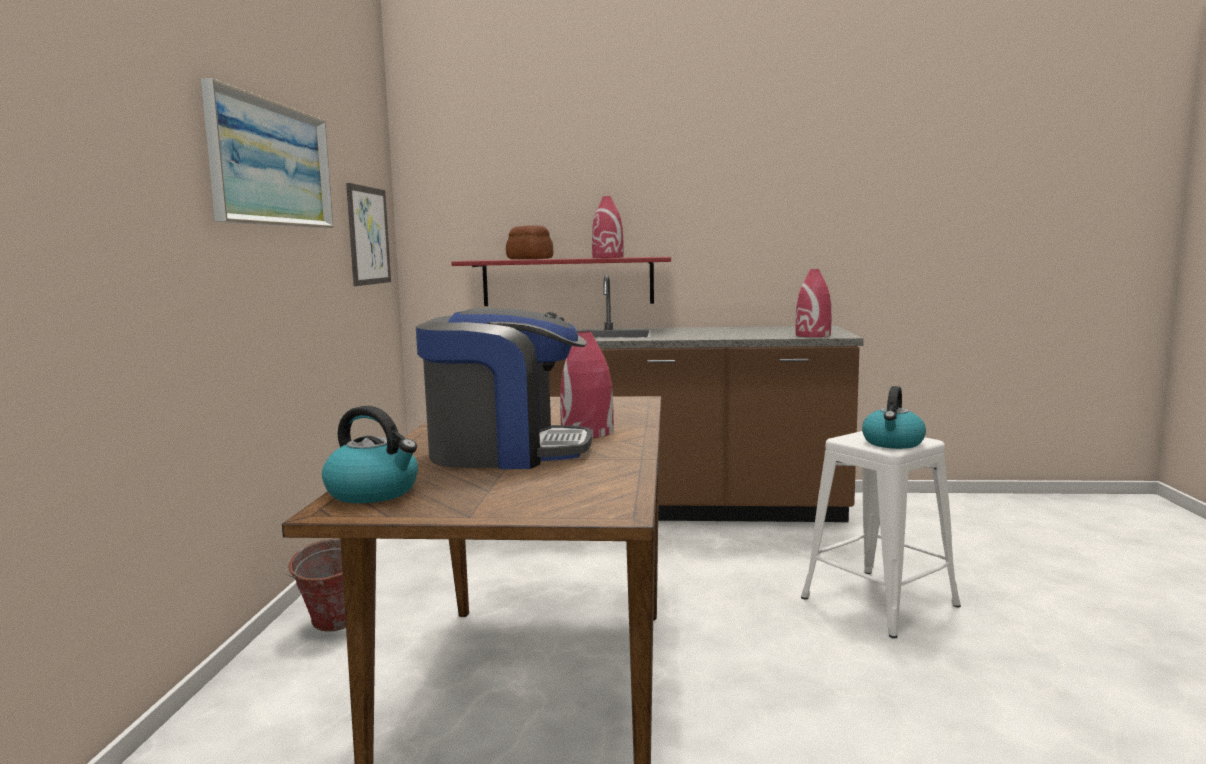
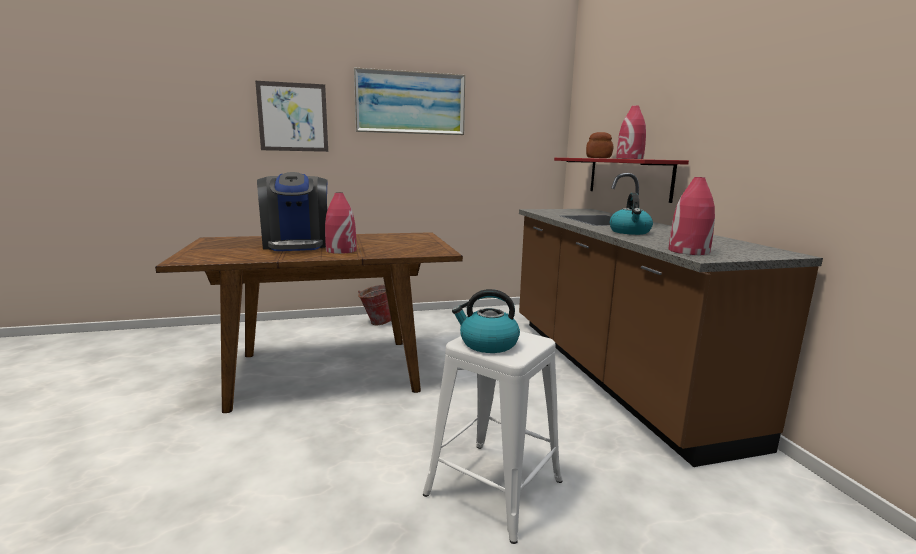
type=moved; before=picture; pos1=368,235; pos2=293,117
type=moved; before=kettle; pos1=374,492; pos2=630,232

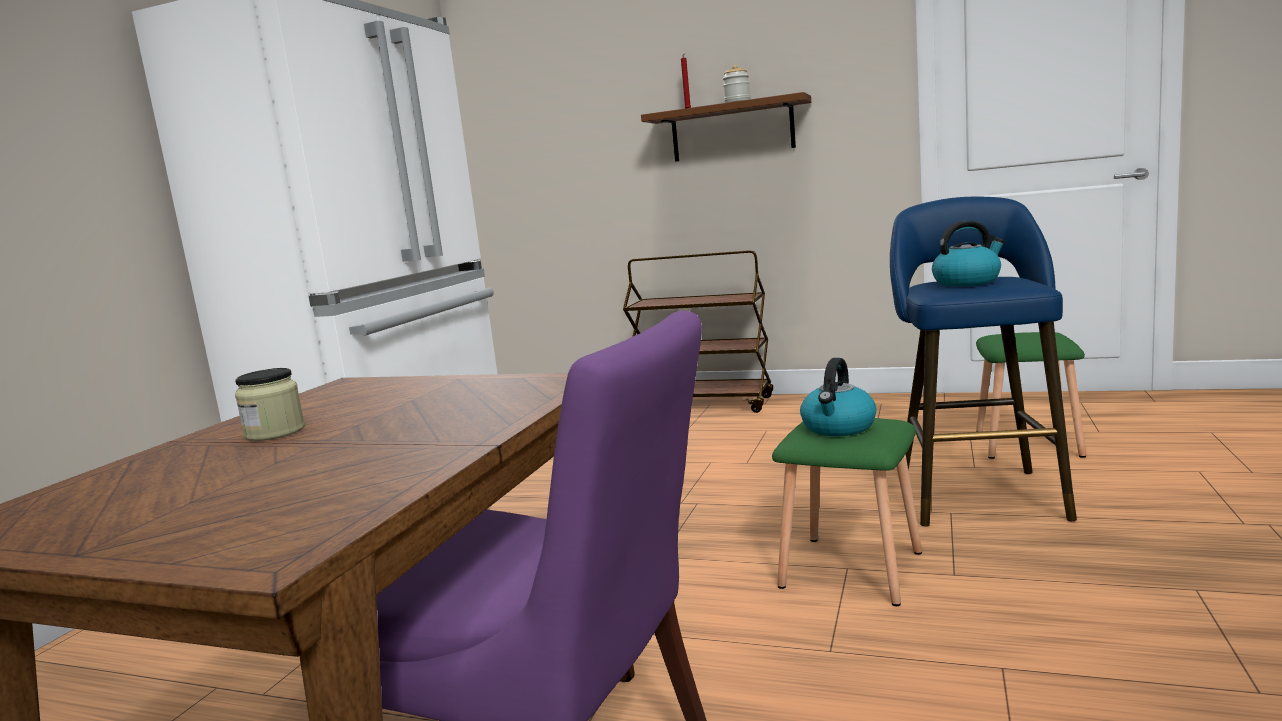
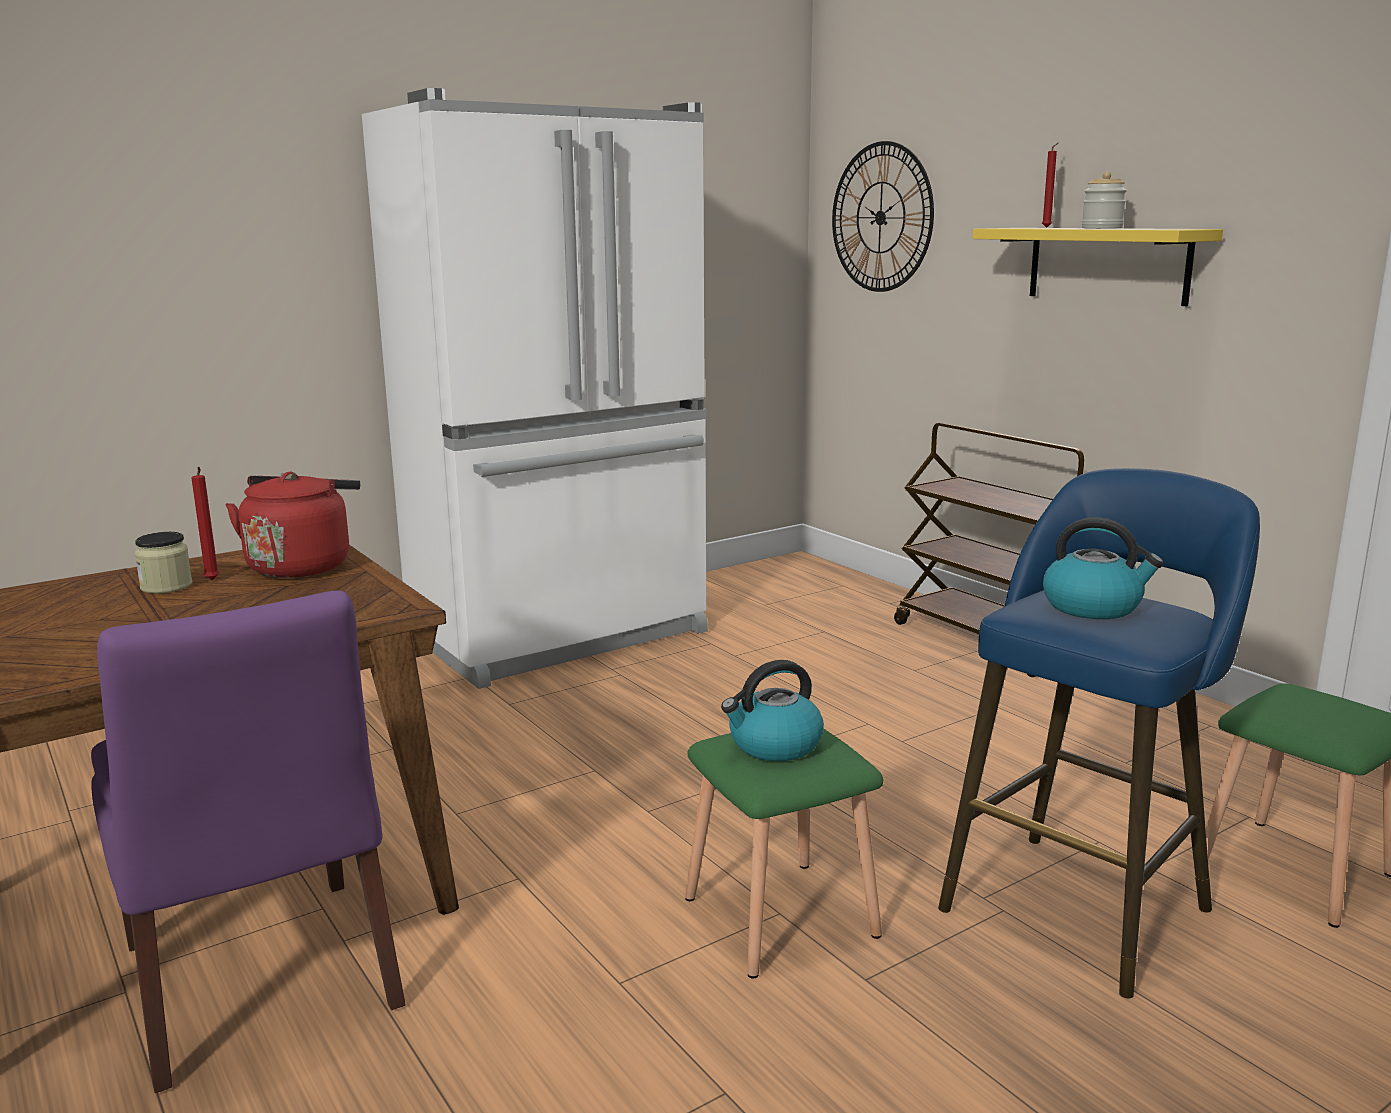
type=recoloured; before=shelf/brown; after=shelf/yellow; pos1=732,130; pos2=1107,264
type=added; after=wall clock; pos2=881,217
type=added; after=candle/red; pos2=212,581
type=added; after=kettle/red; pos2=302,566

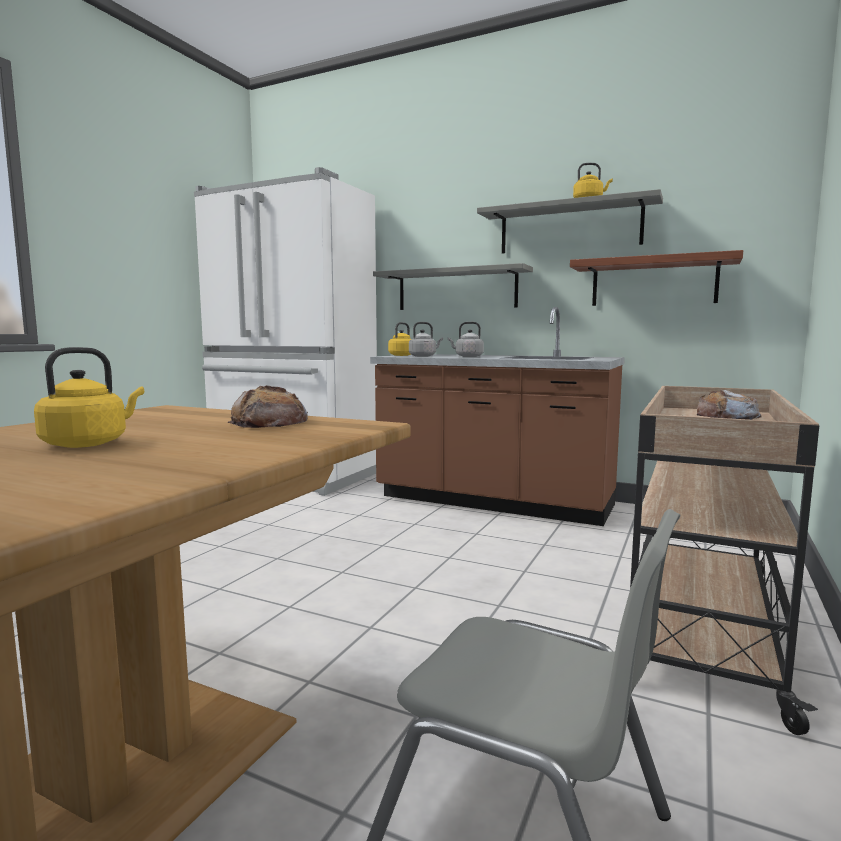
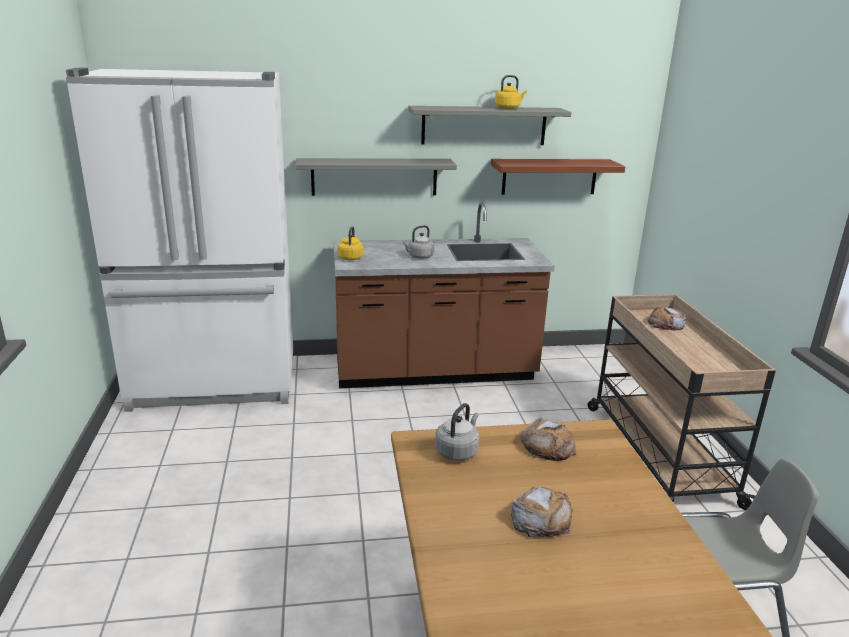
type=moved; before=kettle/grey; pos1=424,356; pos2=457,451
type=replaced; before=kettle/yellow; after=bread; pos1=89,443; pos2=541,518

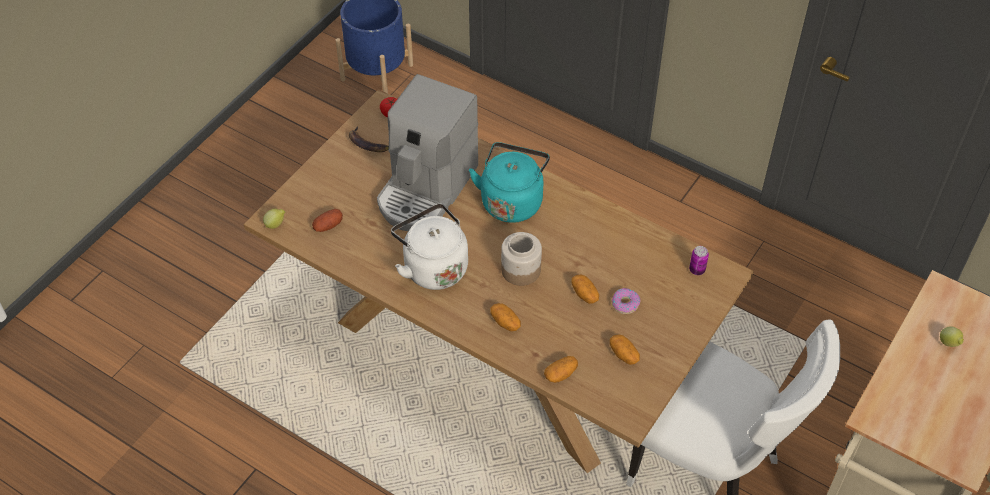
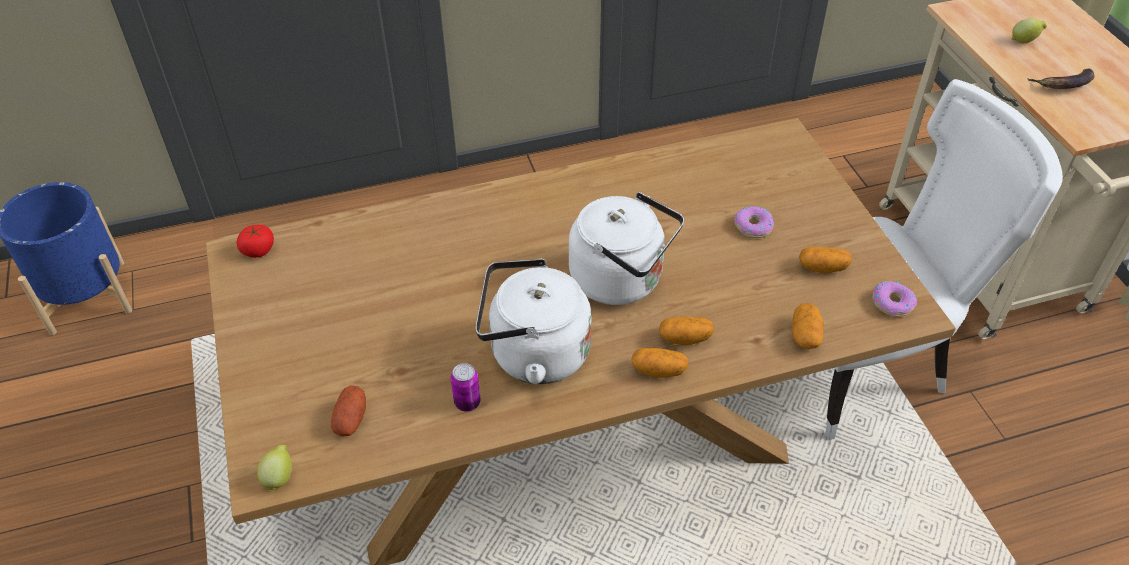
type=removed; before=coffee machine; pos1=426,189
type=moved; before=banana; pos1=367,144; pos2=1064,84
type=removed; before=kettle/turquoise; pos1=512,200
type=replaced; before=jar; after=kettle/white; pos1=520,270; pos2=622,280
type=moved; before=can; pos1=697,270; pos2=467,403
type=moved; before=potato; pos1=585,294; pos2=659,370
type=added; after=donut; pos2=892,303

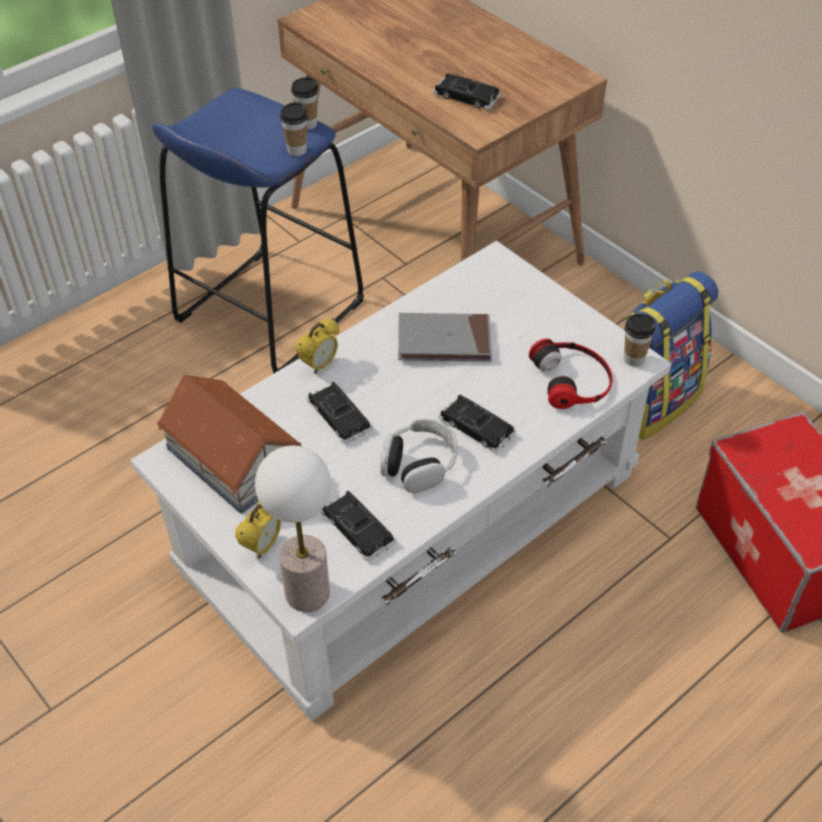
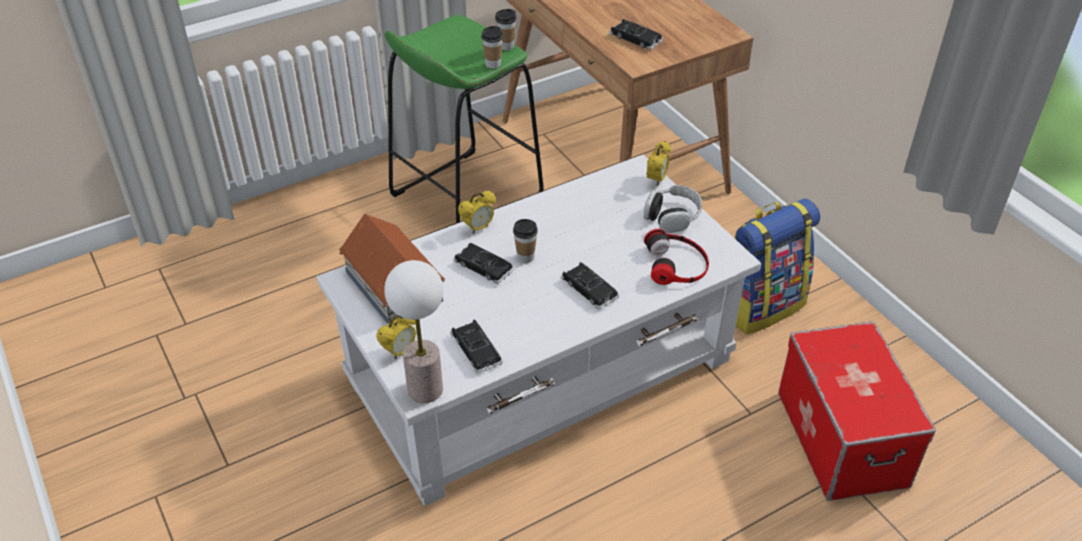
type=recoloured; before=stool/blue; after=stool/green; pos1=269,311; pos2=466,197
type=removed; before=book/grey; pos1=444,341
type=moved; before=cup; pos1=634,359; pos2=525,257
type=turned; before=toy car/black; pos1=339,416; pos2=483,267; turn=150
type=moved; before=headphones; pos1=419,464; pos2=672,216
type=added; after=alarm clock; pos2=656,180

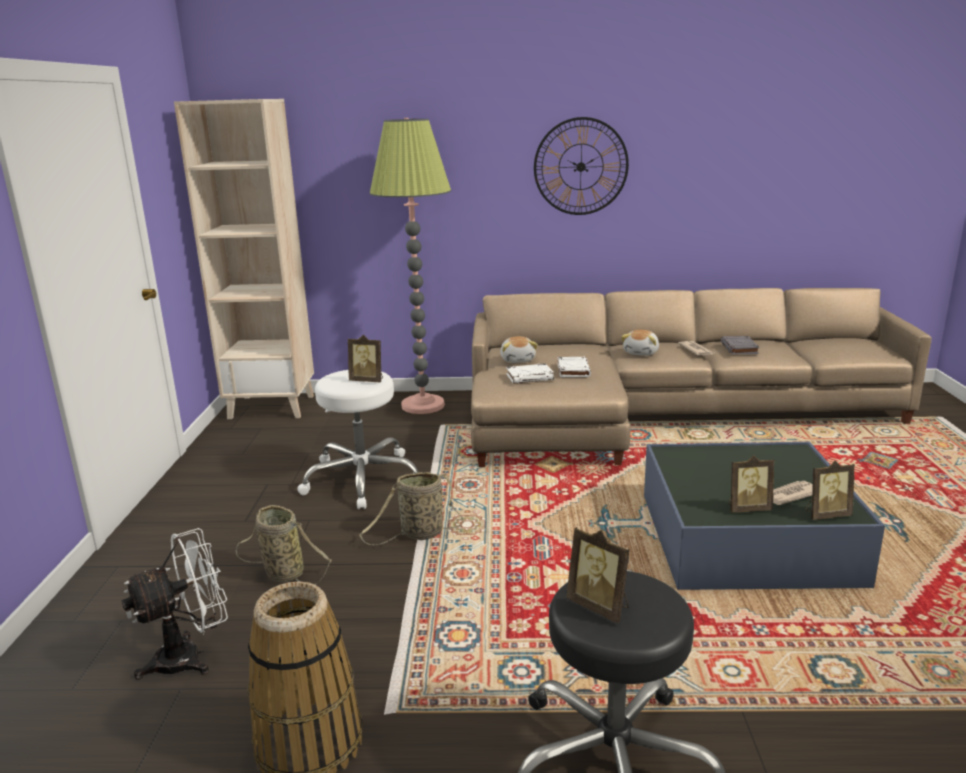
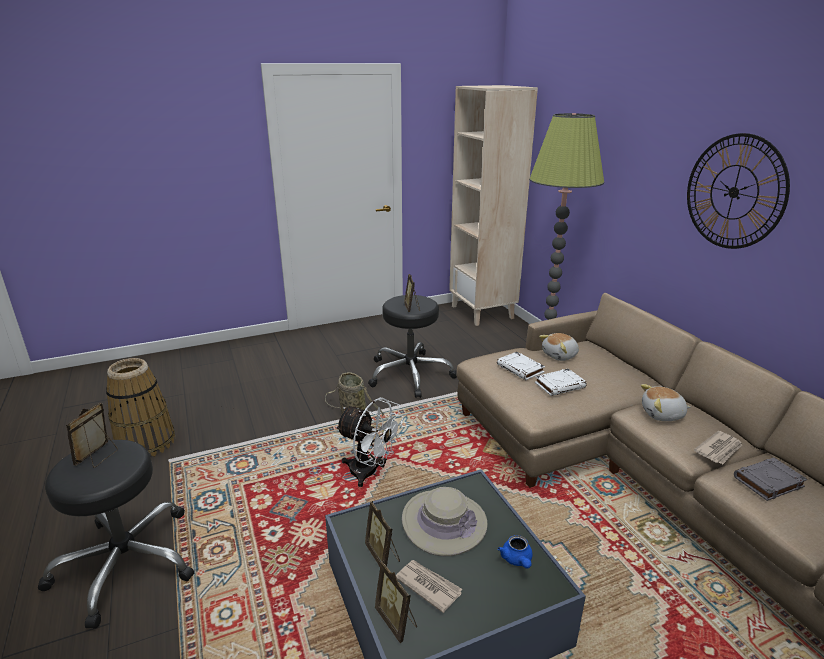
type=recoloured; before=stool/white; after=stool/black; pos1=362,479; pos2=409,374
type=removed; before=basket; pos1=282,572
type=moved; before=fan/white; pos1=190,656; pos2=369,473
type=added; after=hat/beige; pos2=444,522
type=added; after=teapot/blue; pos2=517,560

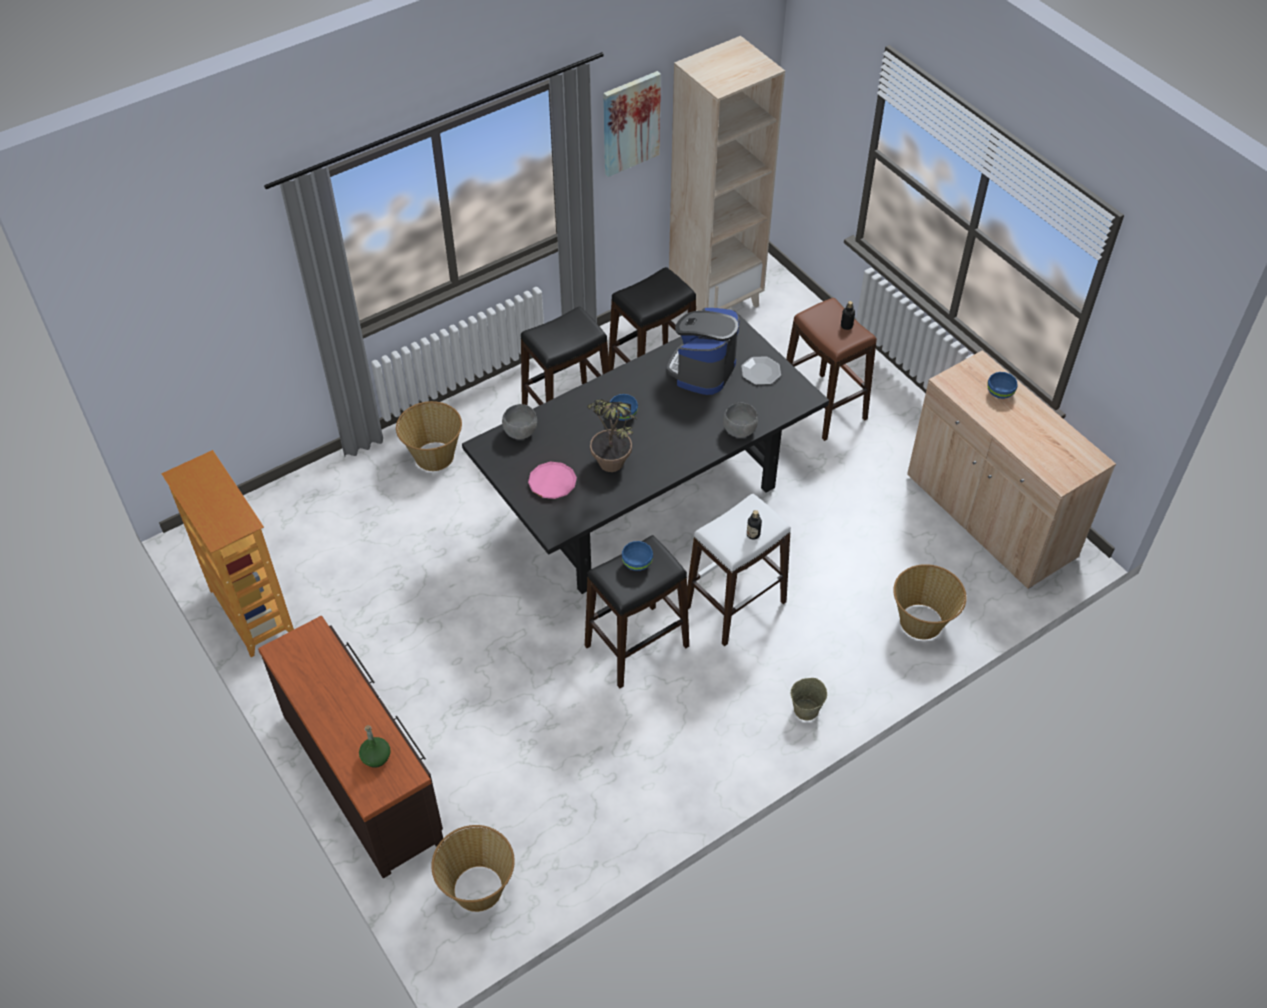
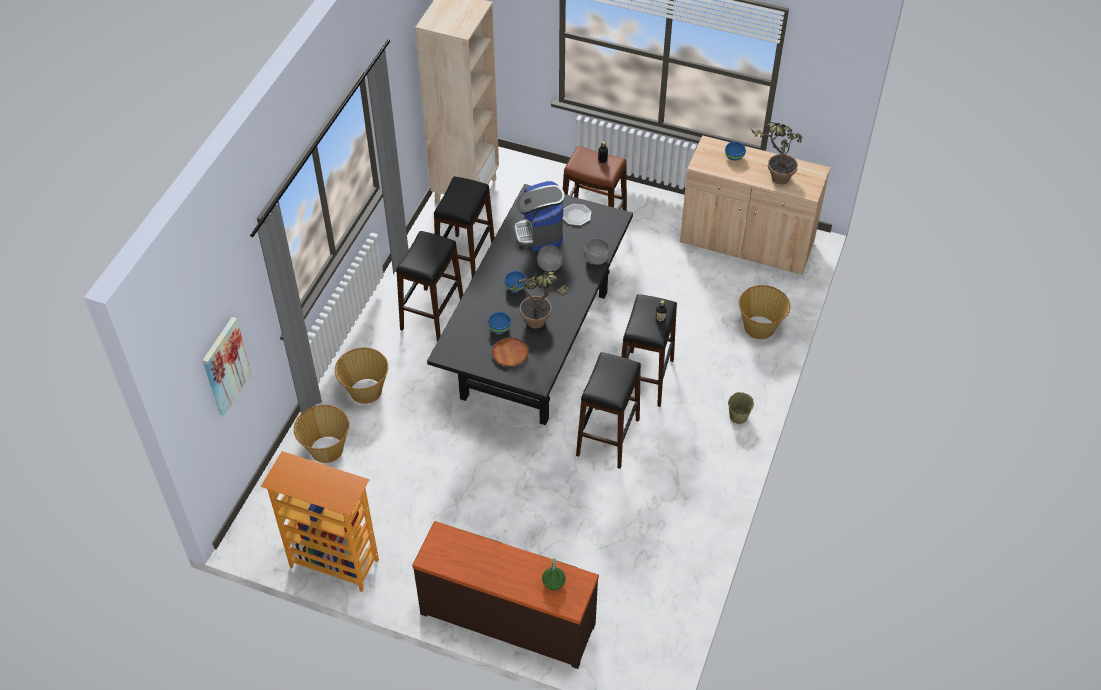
type=moved; before=picture; pos1=630,123; pos2=225,366
type=moved; before=bowl/grey; pos1=520,431; pos2=549,266
type=recoloured; before=plate/pink; after=plate/brown; pos1=552,483; pos2=510,353
type=recoloured; before=stool/white; after=stool/black; pos1=735,605; pos2=645,378
type=moved; before=bowl/blue; pos1=636,563; pos2=499,328
type=moved; before=basket; pos1=477,887; pos2=326,449
type=added; after=potted plant; pos2=773,179

